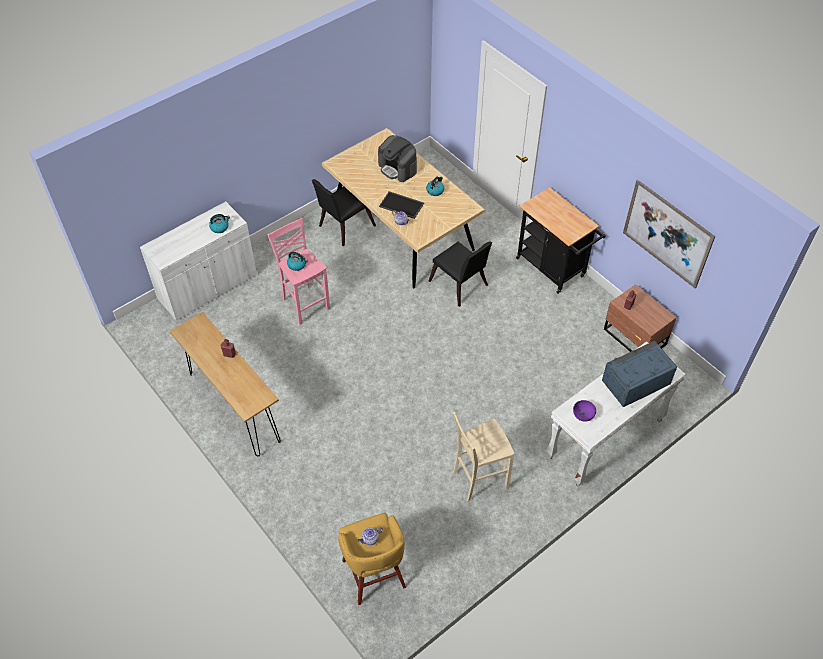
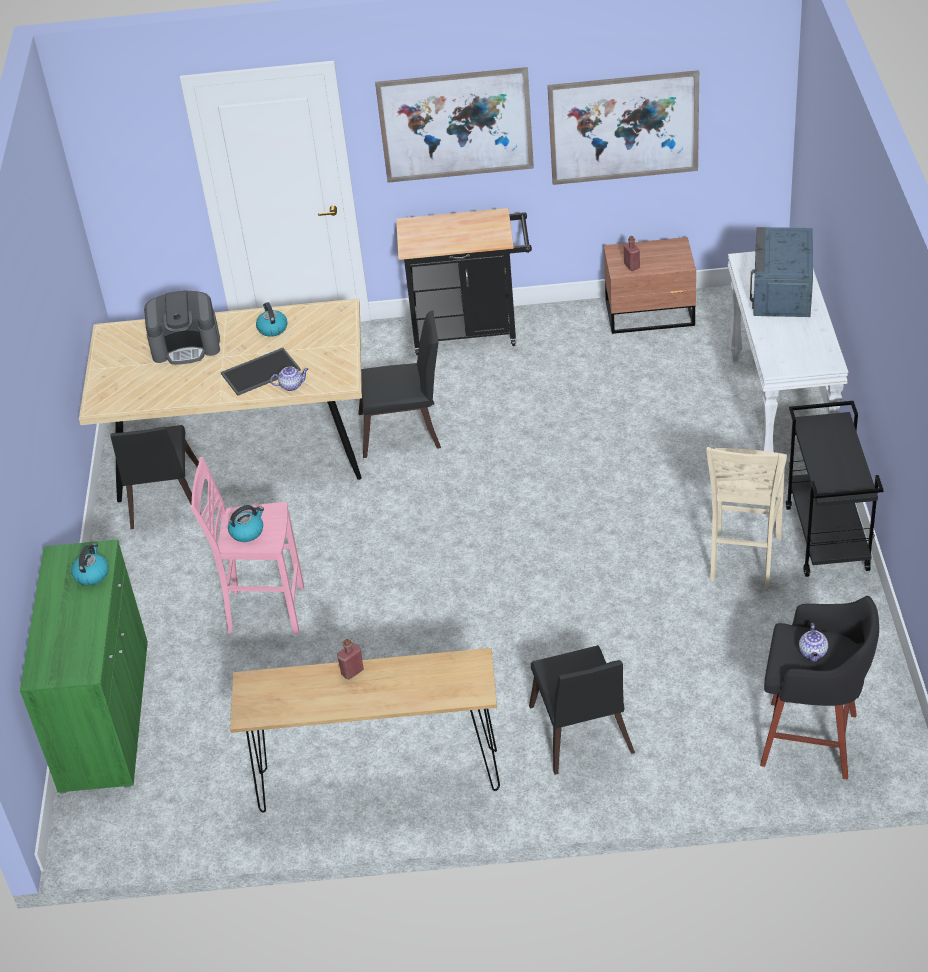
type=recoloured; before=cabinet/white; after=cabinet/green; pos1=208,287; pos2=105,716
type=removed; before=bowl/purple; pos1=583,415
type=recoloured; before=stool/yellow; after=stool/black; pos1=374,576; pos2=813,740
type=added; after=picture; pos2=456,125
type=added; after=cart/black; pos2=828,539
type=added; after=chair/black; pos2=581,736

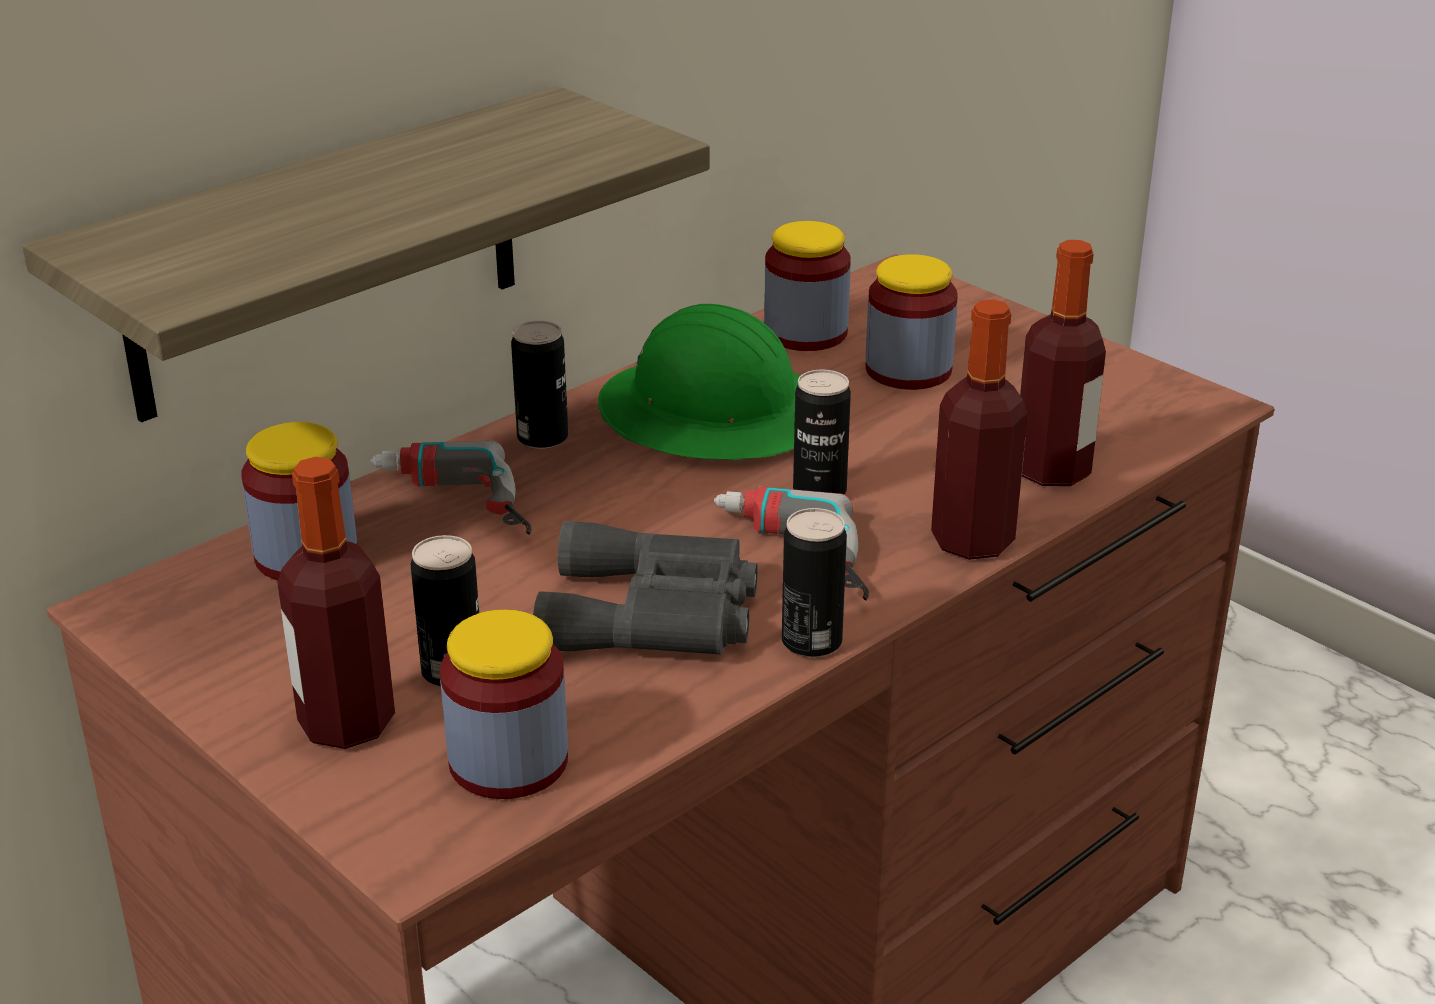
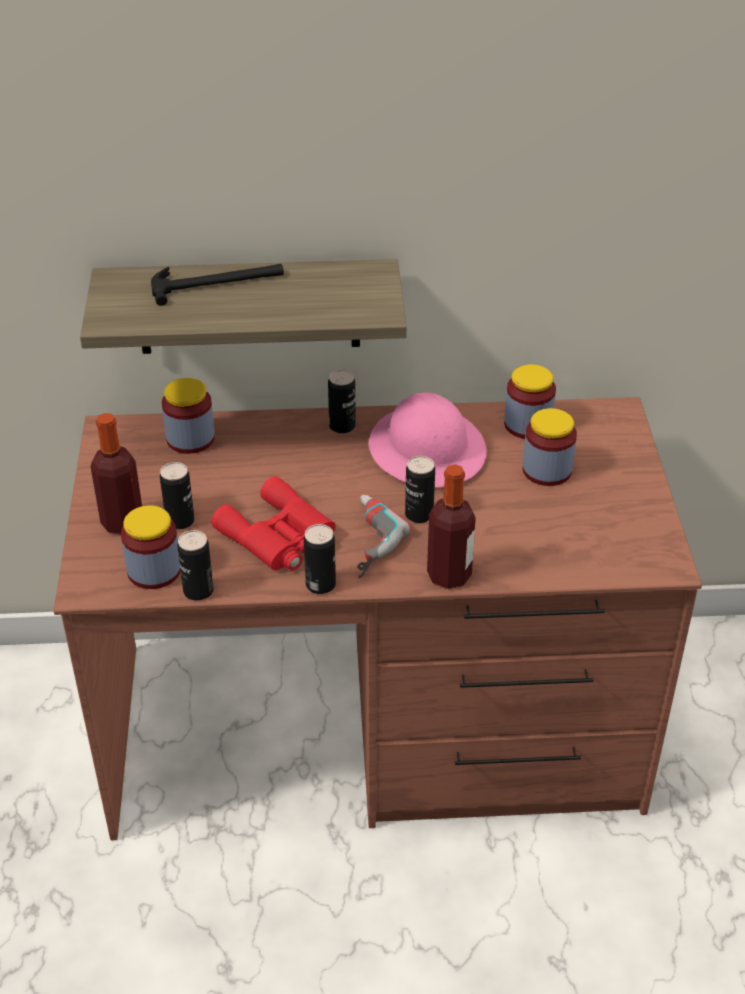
type=removed; before=bottle; pos1=1052,471
type=recoloured; before=hard hat/green; after=hard hat/pink; pos1=714,413; pos2=427,450
type=removed; before=power drill; pos1=450,506
type=recoloured; before=binoculars/grey; after=binoculars/red; pos1=655,614; pos2=279,537
type=added; after=hammer; pos2=217,282
type=added; after=can; pos2=198,591

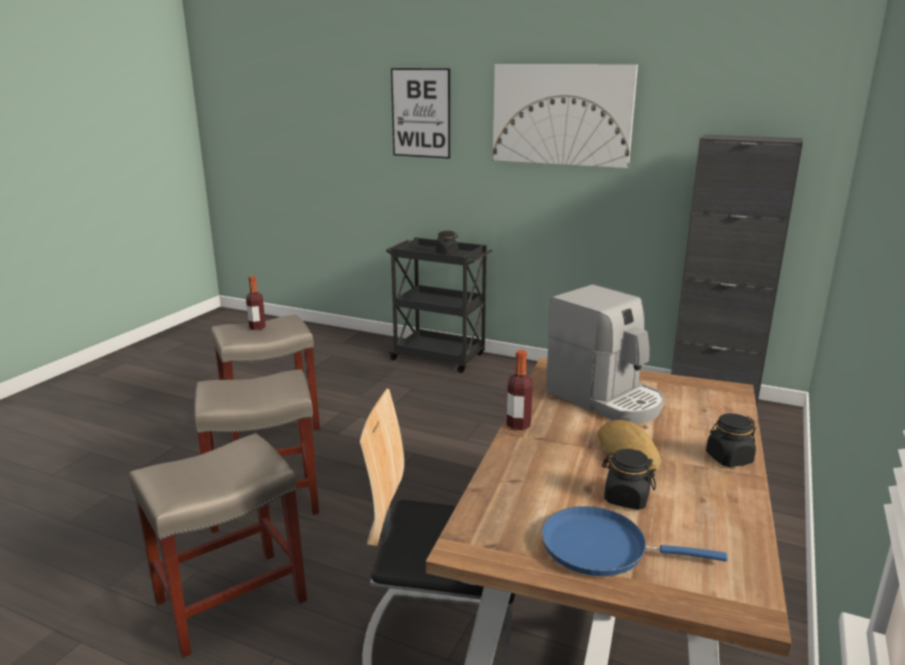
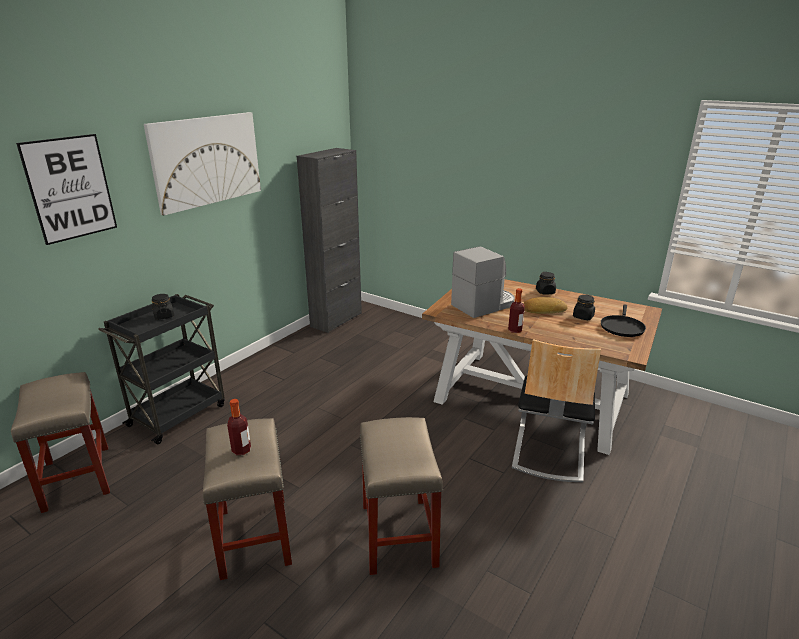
type=moved; before=stool/beige; pos1=229,602; pos2=77,478
type=recoloured; before=frying pan/blue; after=frying pan/black; pos1=601,547; pos2=622,327

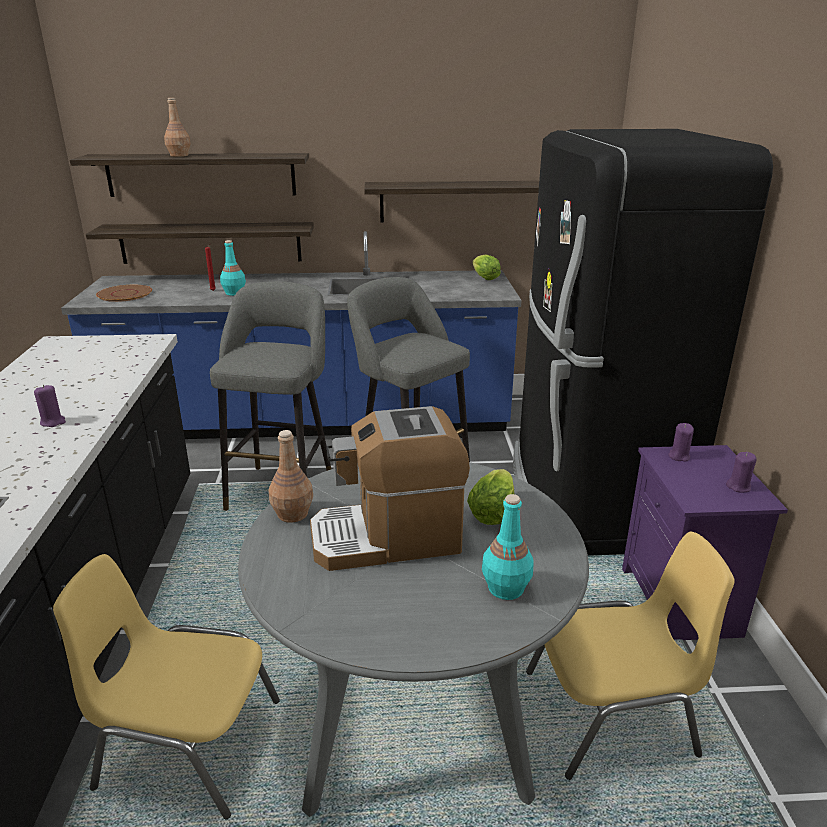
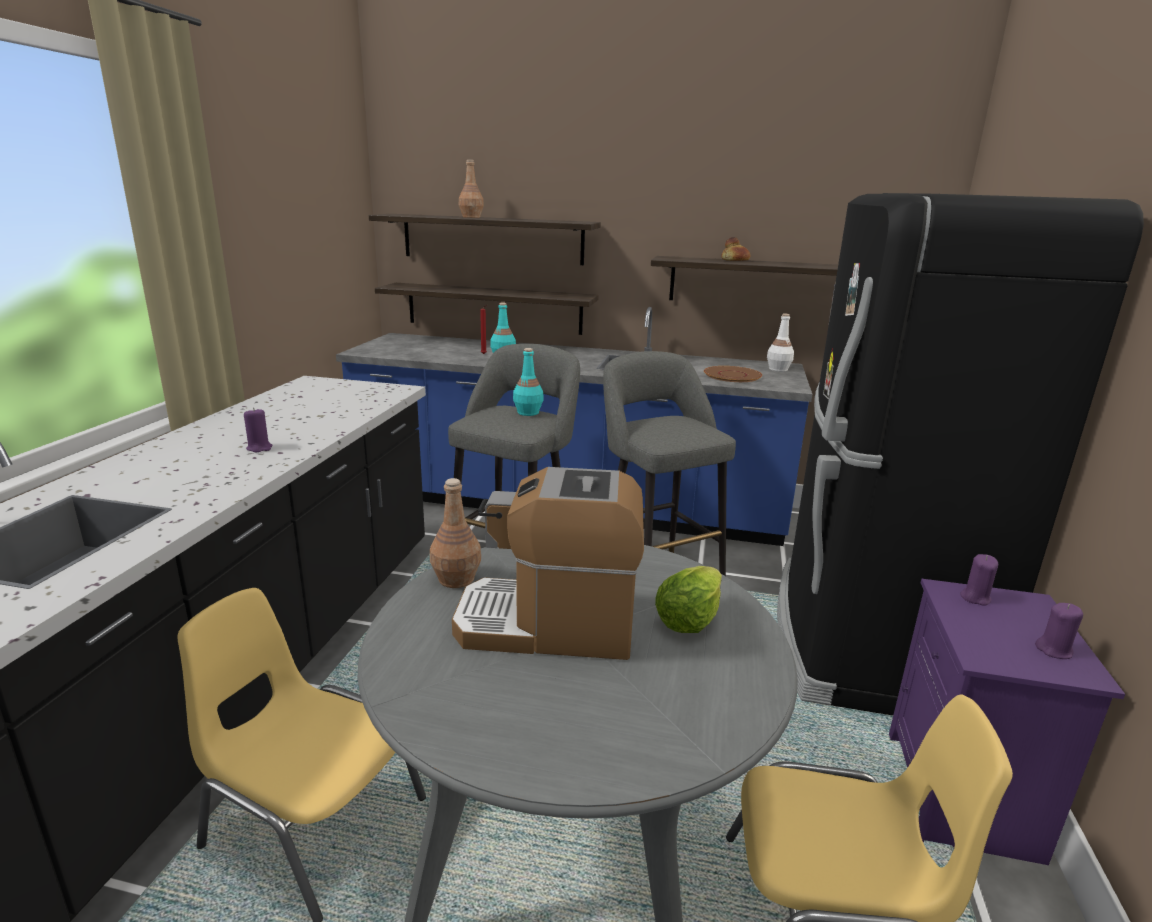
type=replaced; before=lettuce; after=bottle/white; pos1=484,278; pos2=778,369
type=moved; before=plate/brown; pos1=125,294; pos2=732,375
type=moved; before=bottle/turquoise; pos1=505,588; pos2=527,412
type=added; after=bread; pos2=734,261

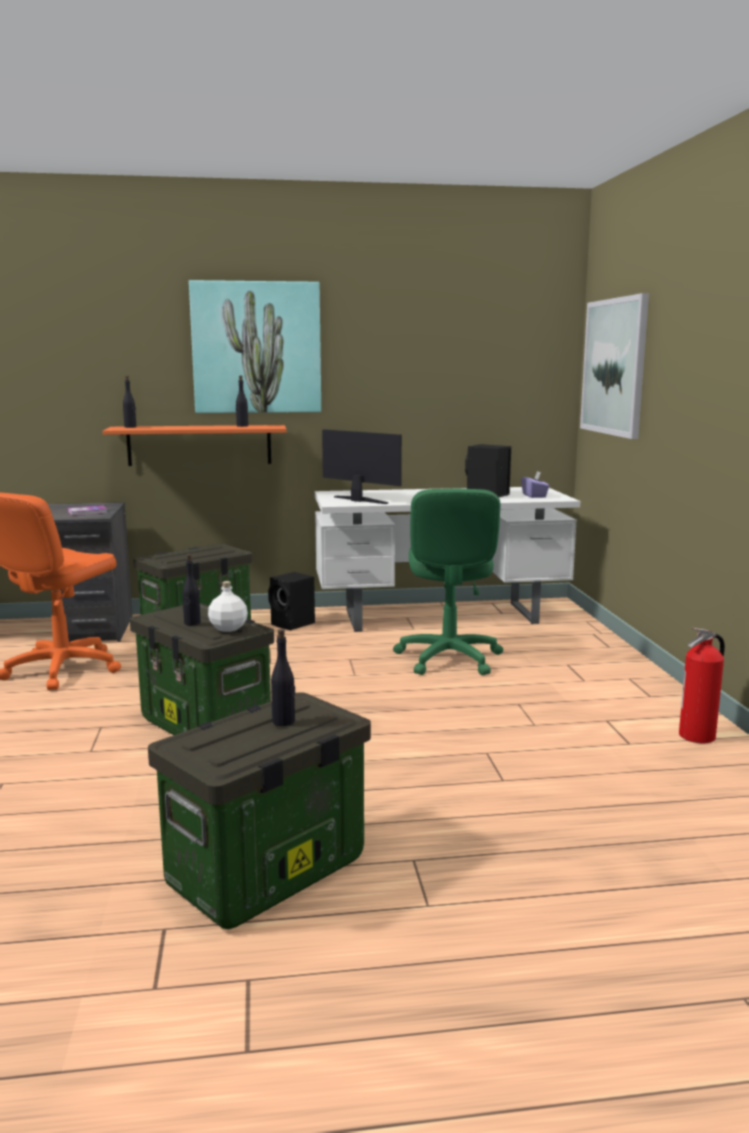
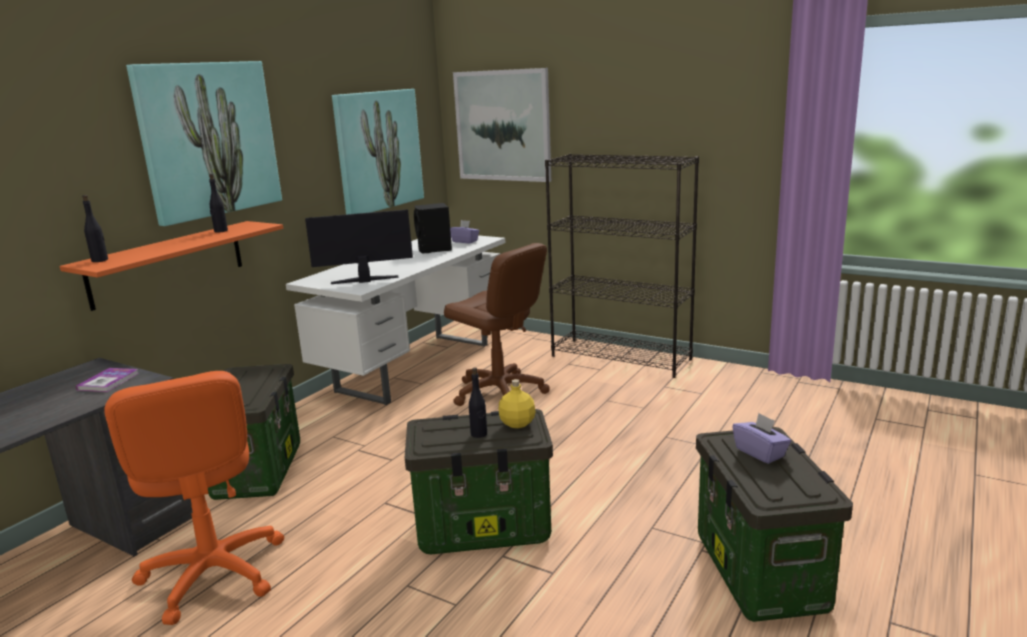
type=recoloured; before=office chair/green; after=office chair/brown; pos1=448,658; pos2=499,393
type=removed; before=speaker/black; pos1=293,624
type=recoloured; before=bottle/white; after=bottle/yellow; pos1=228,628; pos2=518,423
type=removed; before=fire extinguisher; pos1=698,736
type=replaced; before=bottle/black; after=tissue box/purple; pos1=284,721; pos2=760,452
type=added; after=picture; pos2=378,150
type=added; after=bookcase/black; pos2=621,358

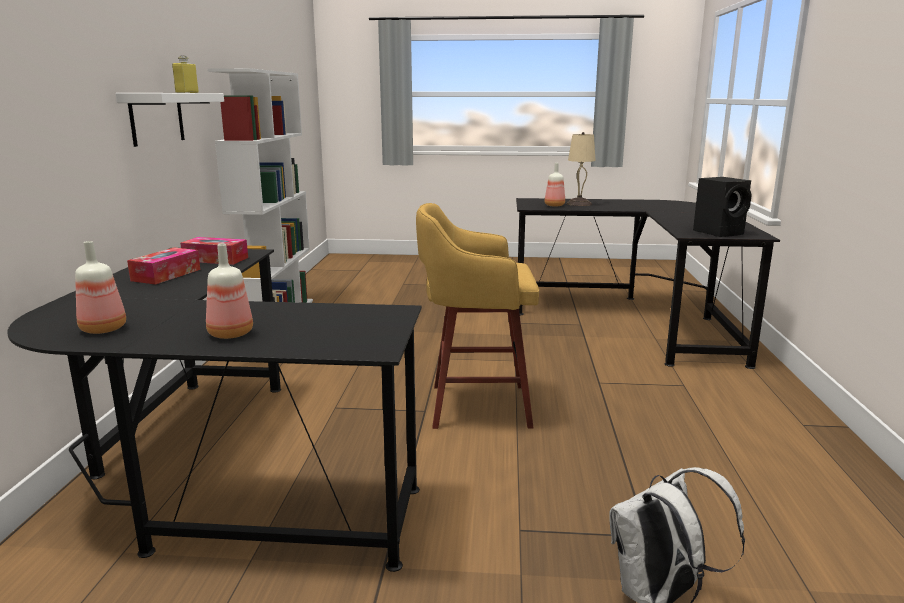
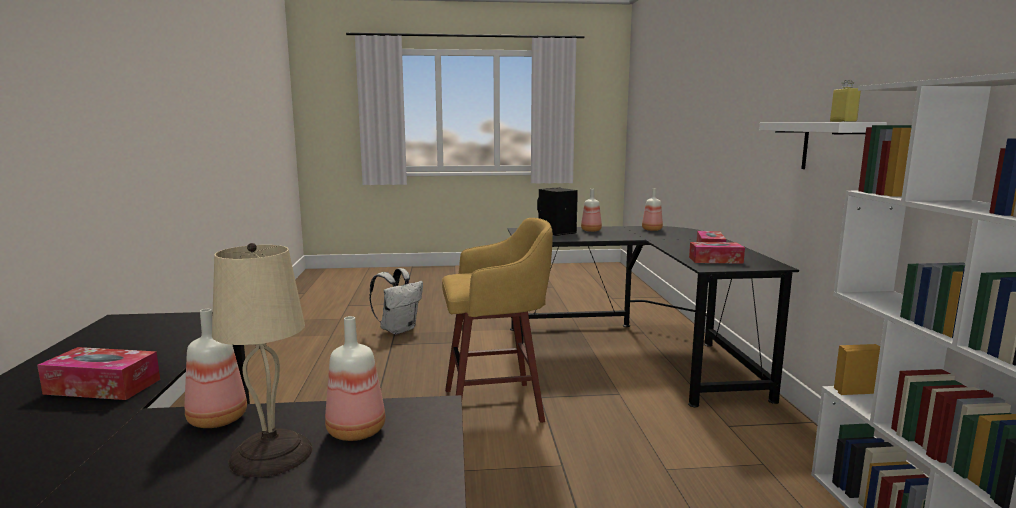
type=moved; before=speaker/black; pos1=719,232; pos2=555,232
type=added; after=bottle; pos2=219,420
type=added; after=tissue box; pos2=103,386

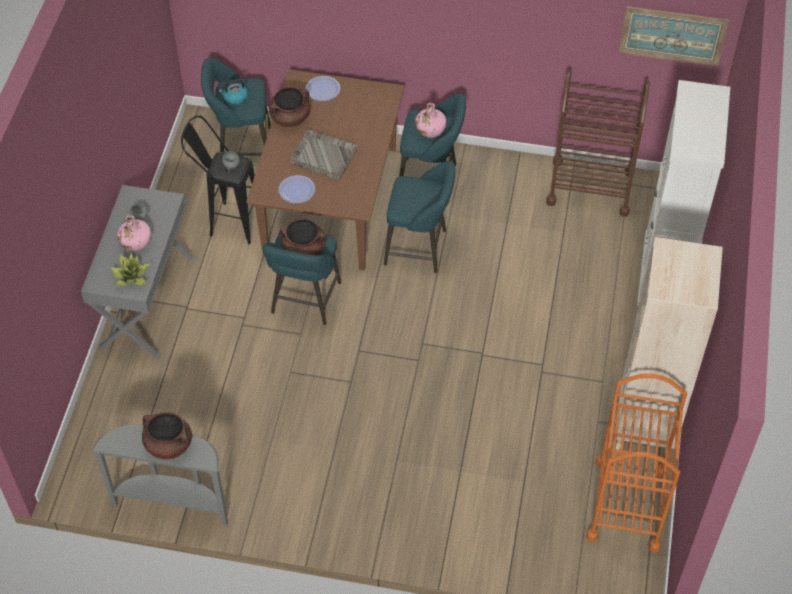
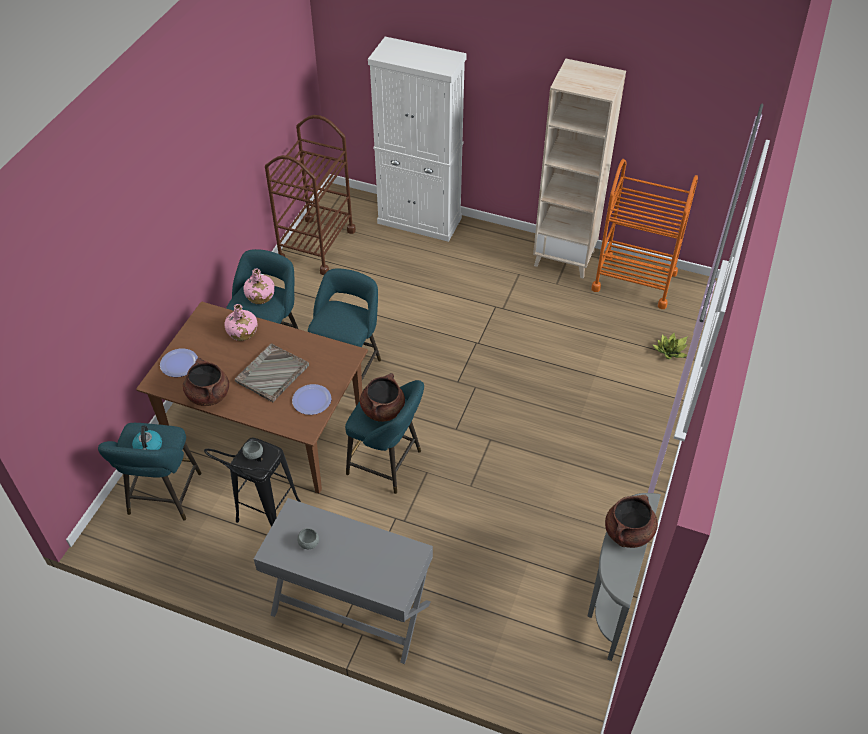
type=removed; before=picture; pos1=672,35
type=moved; before=bottle/pink; pos1=135,241; pos2=242,332
type=moved; before=potted plant; pos1=131,276; pos2=670,351

